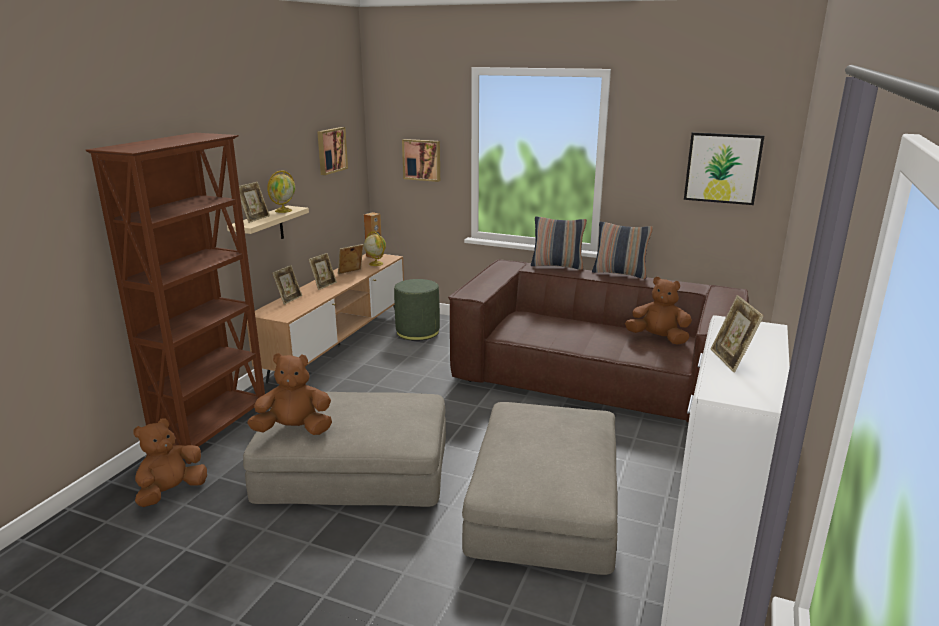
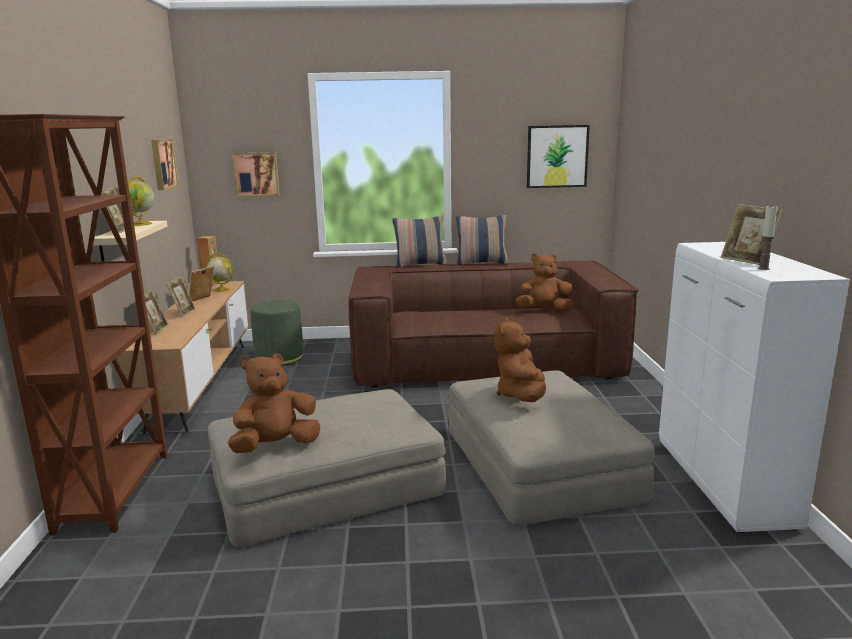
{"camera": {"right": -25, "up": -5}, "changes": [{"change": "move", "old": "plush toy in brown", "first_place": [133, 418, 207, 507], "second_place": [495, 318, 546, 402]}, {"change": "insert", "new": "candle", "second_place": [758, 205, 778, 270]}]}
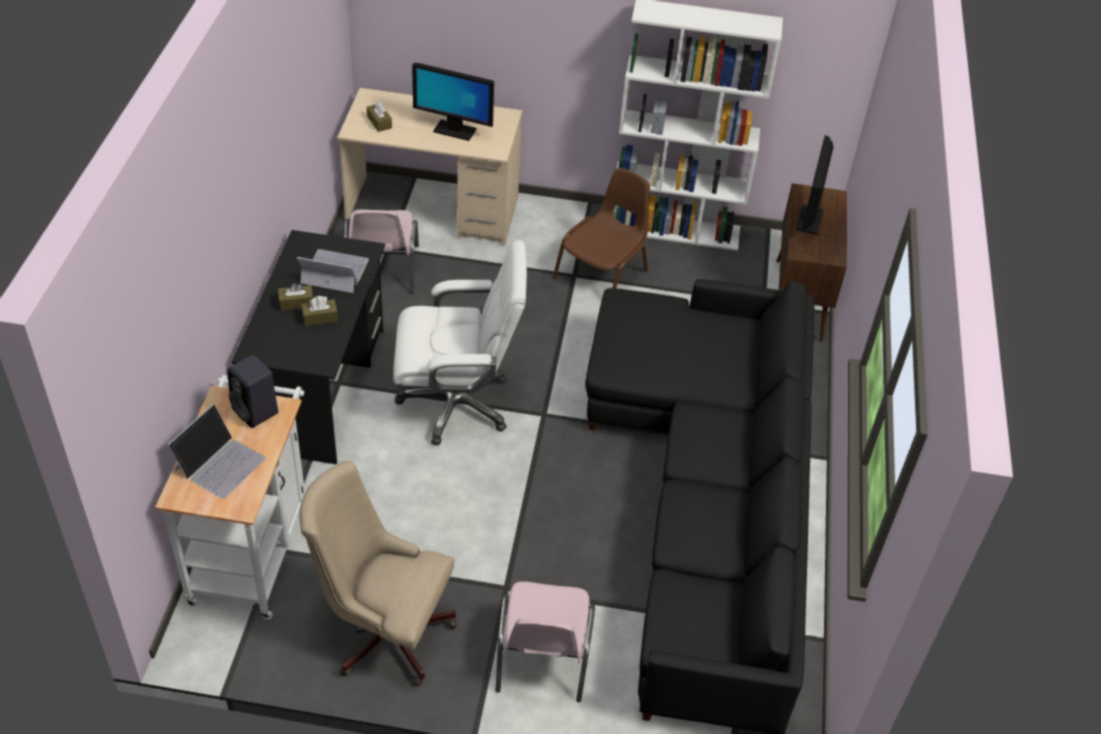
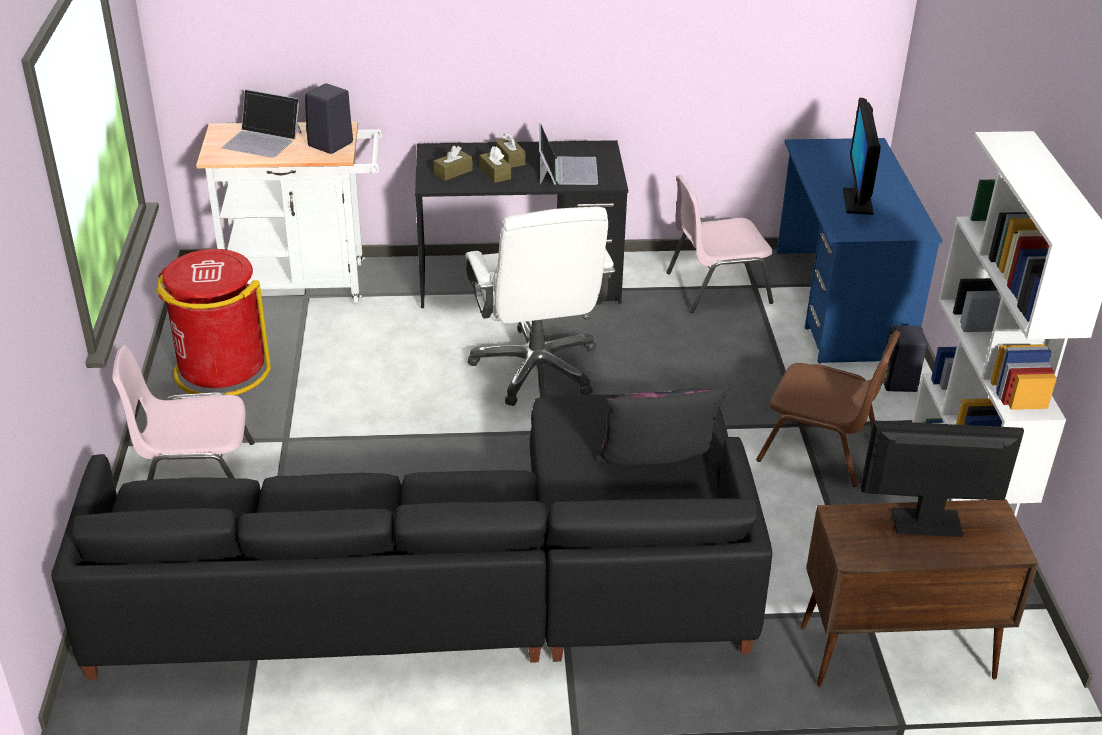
{"camera": {"right": 80, "up": -10}, "changes": [{"change": "recolor", "old": "desk in beige", "new": "desk in blue", "first_place": [337, 88, 522, 245], "second_place": [777, 138, 942, 363]}, {"change": "move", "old": "tissue box in brown", "first_place": [367, 101, 392, 132], "second_place": [434, 146, 473, 181]}, {"change": "replace", "old": "office chair in beige", "new": "trash can in red", "first_place": [299, 461, 457, 686], "second_place": [156, 249, 271, 395]}, {"change": "insert", "new": "speaker in black", "second_place": [881, 325, 927, 392]}, {"change": "insert", "new": "pillow", "second_place": [595, 387, 728, 465]}]}
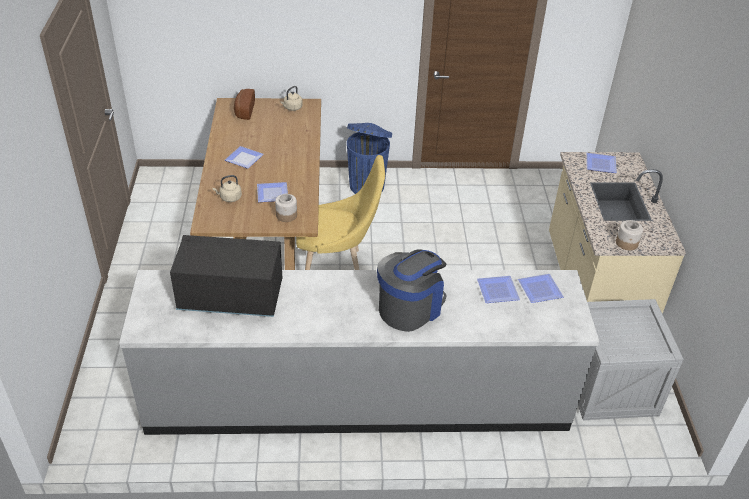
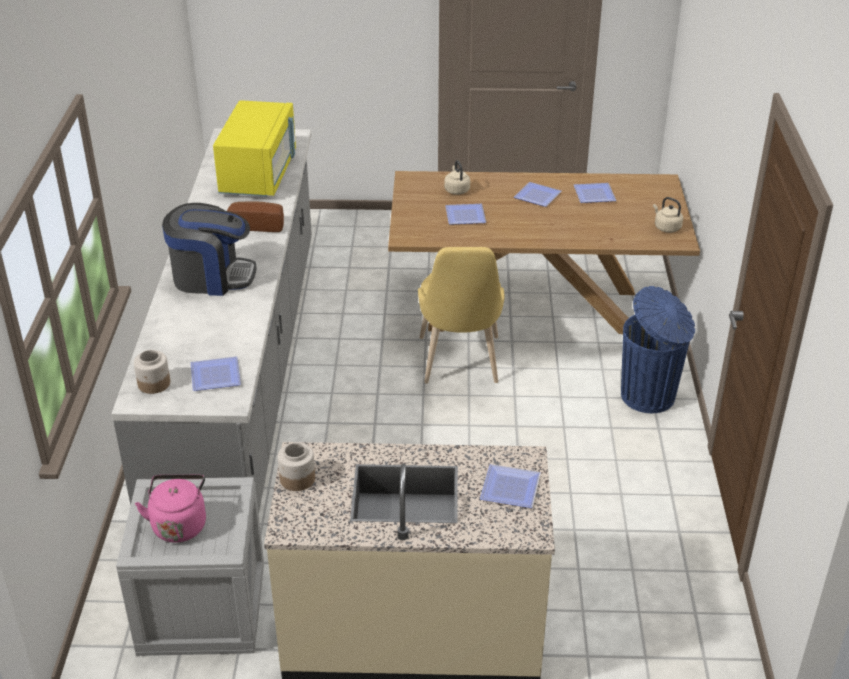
{"camera": {"right": 95, "up": -5}, "changes": [{"change": "move", "old": "bread", "first_place": [234, 89, 255, 120], "second_place": [227, 201, 284, 232]}, {"change": "move", "old": "jar", "first_place": [275, 194, 297, 222], "second_place": [134, 350, 170, 394]}, {"change": "recolor", "old": "microwave in black", "new": "microwave in yellow", "first_place": [170, 235, 282, 317], "second_place": [213, 100, 296, 196]}, {"change": "rotate", "old": "coffee machine", "first_place": [377, 249, 447, 332], "second_place": [162, 203, 257, 296], "degrees": -45}, {"change": "move", "old": "plate", "first_place": [477, 276, 520, 303], "second_place": [574, 183, 616, 203]}, {"change": "insert", "new": "kettle in pink", "second_place": [135, 475, 206, 543]}]}
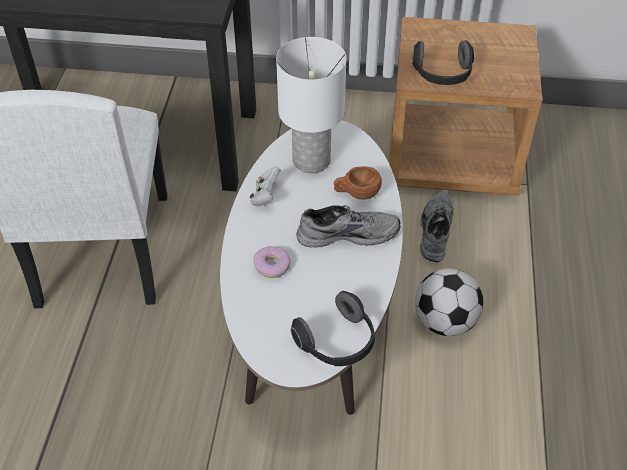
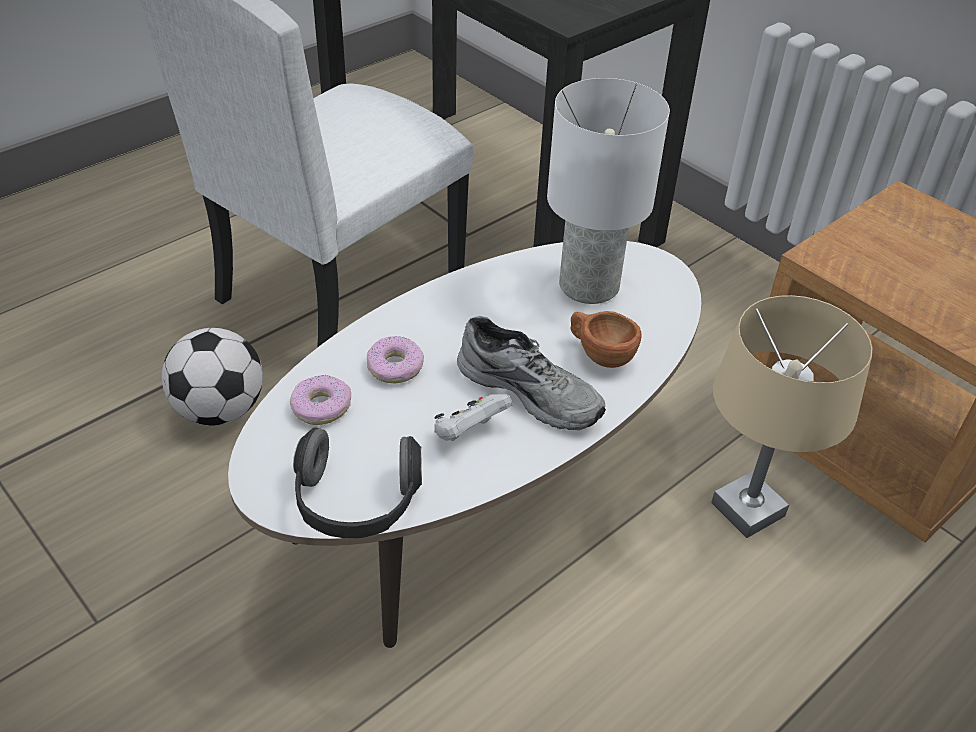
{"camera": {"right": 40, "up": -5}, "changes": [{"change": "delete", "old": "headphones", "first_place": [412, 40, 474, 85]}, {"change": "move", "old": "game controller in white", "first_place": [250, 166, 281, 206], "second_place": [434, 394, 513, 441]}, {"change": "replace", "old": "shoe in grey", "new": "table lamp in beige", "first_place": [420, 192, 454, 262], "second_place": [711, 295, 873, 538]}, {"change": "move", "old": "football", "first_place": [415, 268, 483, 336], "second_place": [162, 328, 263, 426]}, {"change": "insert", "new": "donut", "second_place": [290, 375, 351, 425]}]}
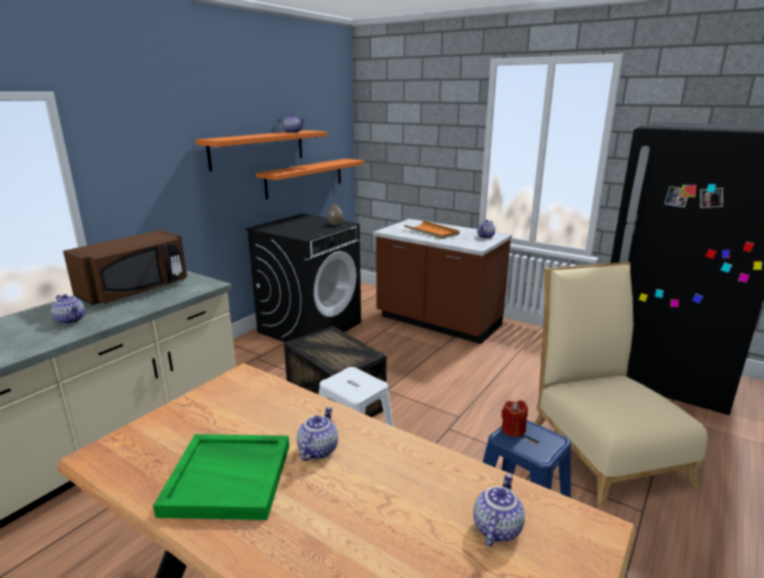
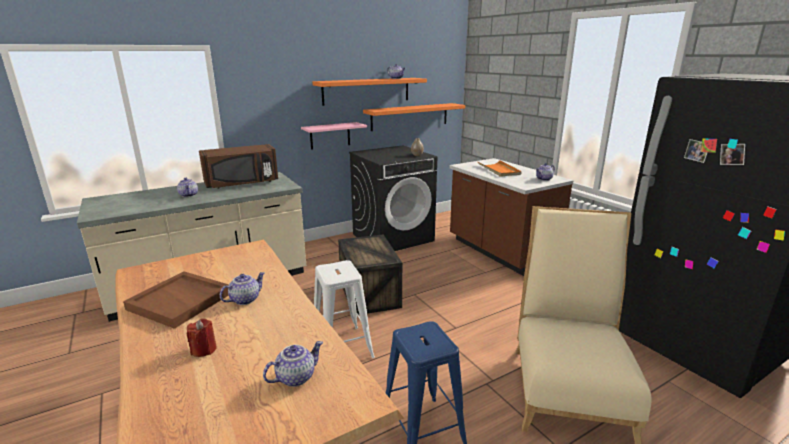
{"camera": {"right": 25, "up": 0}, "changes": [{"change": "move", "old": "candle in red", "first_place": [501, 400, 528, 437], "second_place": [187, 318, 217, 357]}, {"change": "recolor", "old": "tray in green", "new": "tray in brown", "first_place": [153, 434, 289, 520], "second_place": [123, 271, 229, 329]}, {"change": "insert", "new": "shelf in pink", "second_place": [301, 122, 367, 150]}]}
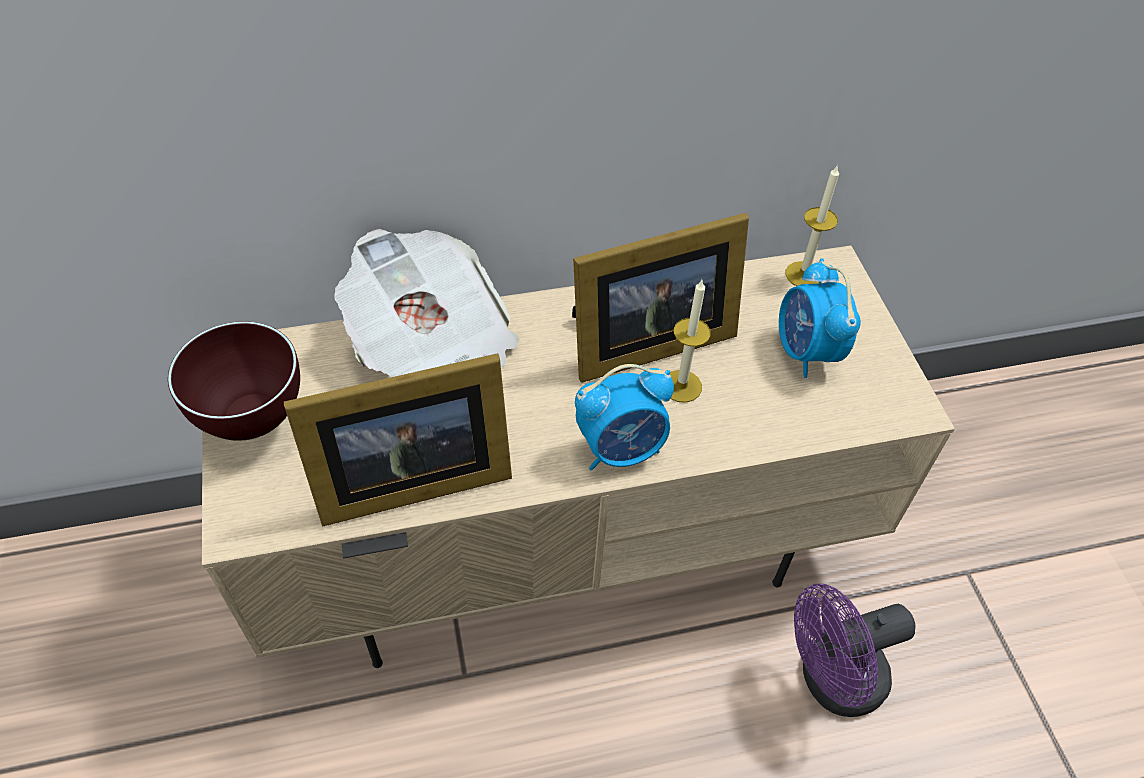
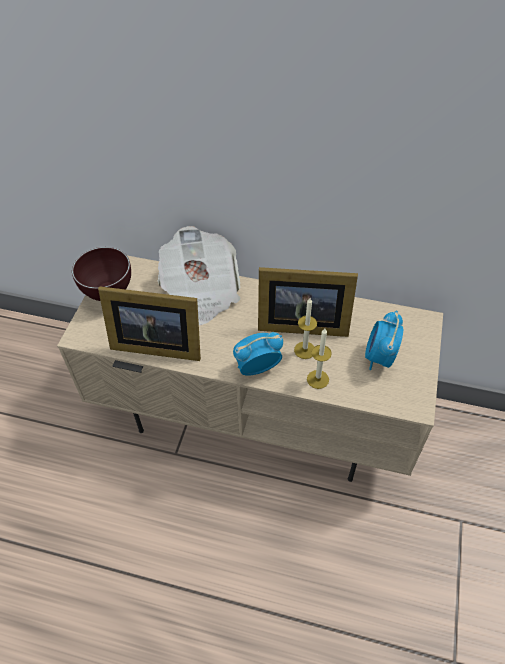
{"camera": {"right": 30, "up": 0}, "changes": [{"change": "move", "old": "candle", "first_place": [785, 166, 839, 286], "second_place": [307, 328, 332, 389]}, {"change": "rotate", "old": "alarm clock", "first_place": [575, 364, 674, 470], "second_place": [233, 332, 283, 376], "degrees": 150}, {"change": "delete", "old": "fan in purple", "first_place": [794, 584, 916, 717]}]}
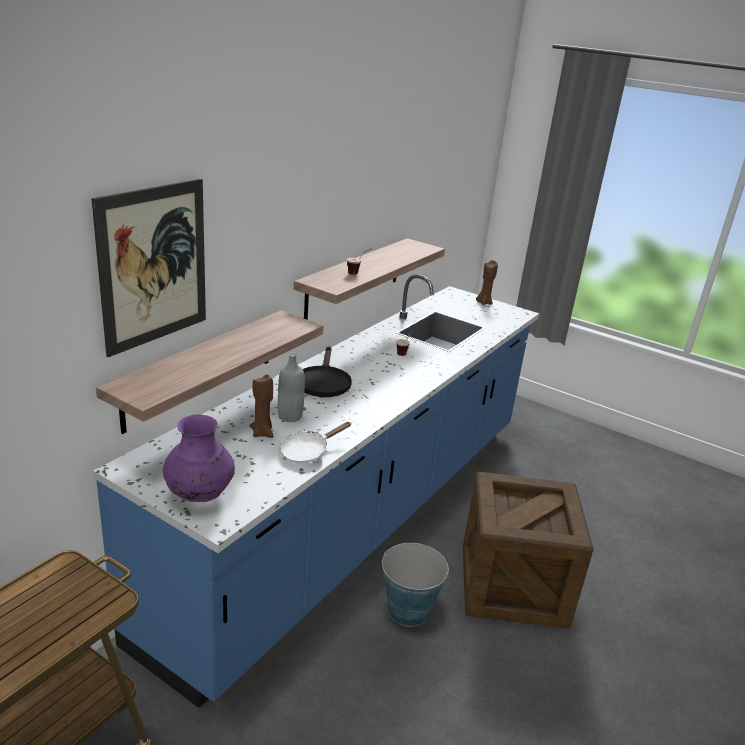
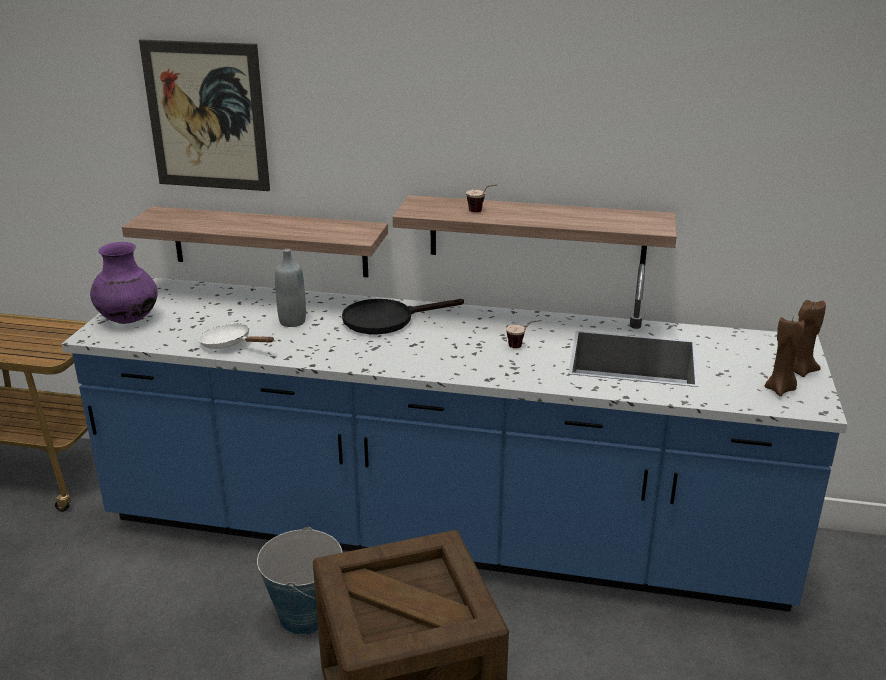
{"camera": {"right": 70, "up": 0}, "changes": [{"change": "move", "old": "candle in brown", "first_place": [250, 374, 274, 438], "second_place": [765, 317, 805, 396]}]}
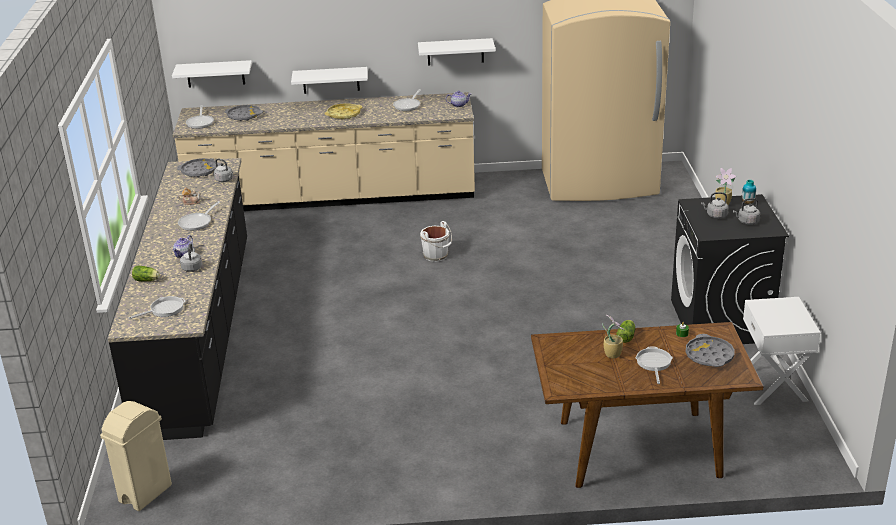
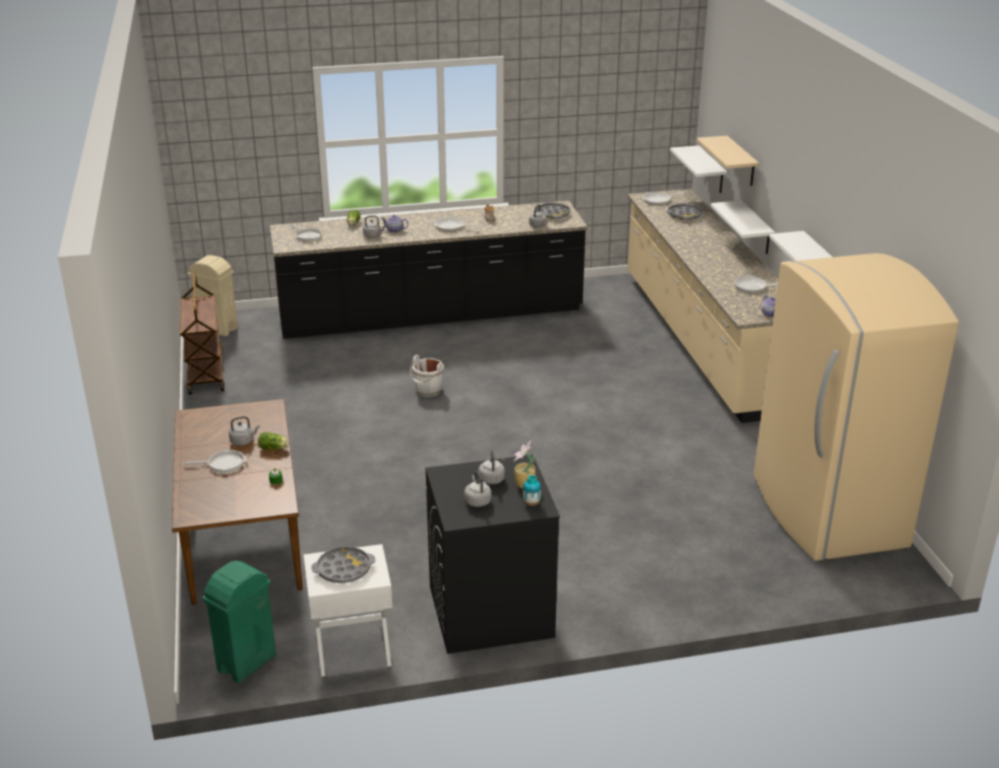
{"camera": {"right": 80, "up": 0}, "changes": [{"change": "delete", "old": "tray in yellow", "first_place": [324, 103, 362, 120]}, {"change": "move", "old": "bucket in white", "first_place": [420, 221, 452, 262], "second_place": [410, 355, 444, 397]}, {"change": "replace", "old": "potted plant", "new": "kettle in grey", "first_place": [603, 315, 625, 358], "second_place": [229, 416, 260, 446]}, {"change": "move", "old": "tray in grey", "first_place": [685, 334, 735, 367], "second_place": [311, 546, 375, 583]}, {"change": "insert", "new": "shelf in beige", "second_place": [697, 136, 759, 186]}, {"change": "insert", "new": "cart in brown", "second_place": [180, 273, 225, 395]}, {"change": "insert", "new": "trash can in green", "second_place": [202, 561, 276, 683]}]}
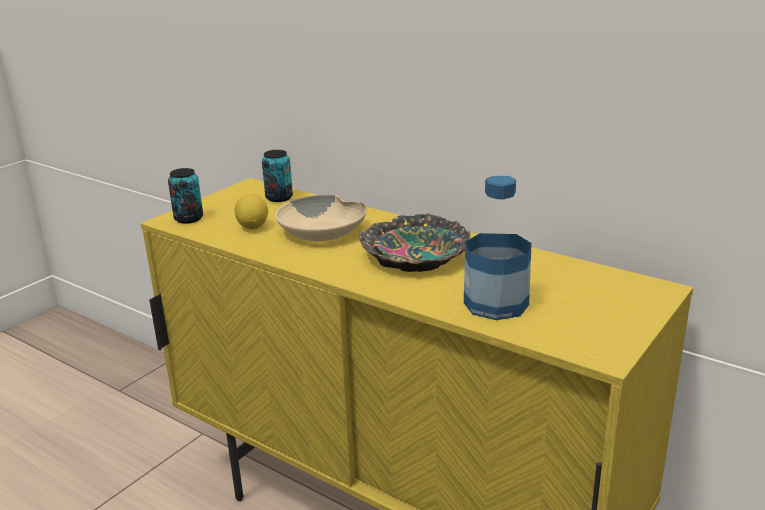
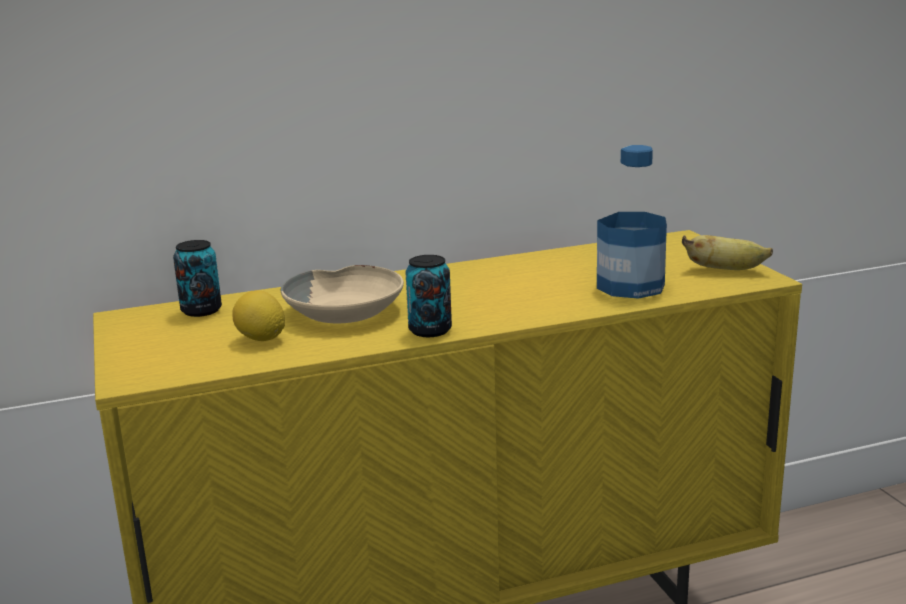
{"camera": {"right": -55, "up": -5}, "changes": [{"change": "move", "old": "can", "first_place": [168, 168, 203, 224], "second_place": [405, 255, 452, 337]}, {"change": "delete", "old": "bowl", "first_place": [359, 213, 471, 272]}, {"change": "insert", "new": "banana", "second_place": [682, 235, 773, 270]}]}
